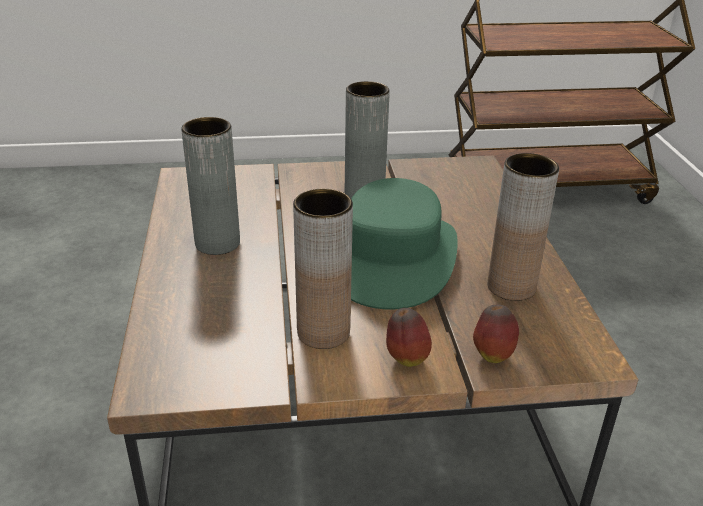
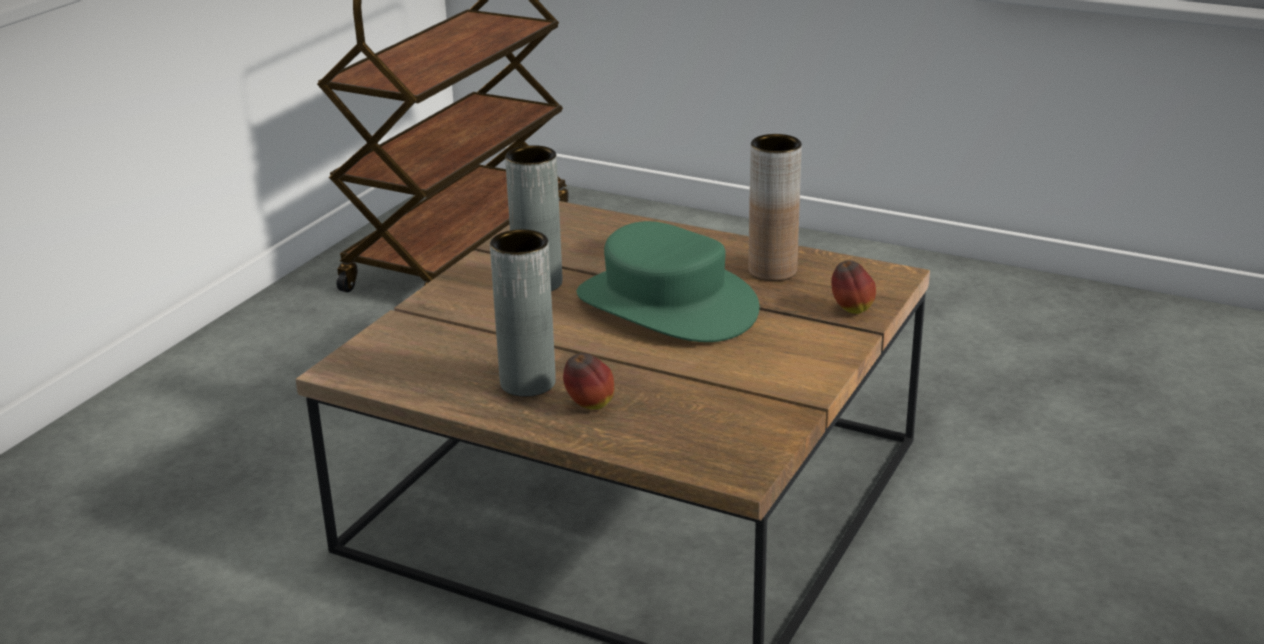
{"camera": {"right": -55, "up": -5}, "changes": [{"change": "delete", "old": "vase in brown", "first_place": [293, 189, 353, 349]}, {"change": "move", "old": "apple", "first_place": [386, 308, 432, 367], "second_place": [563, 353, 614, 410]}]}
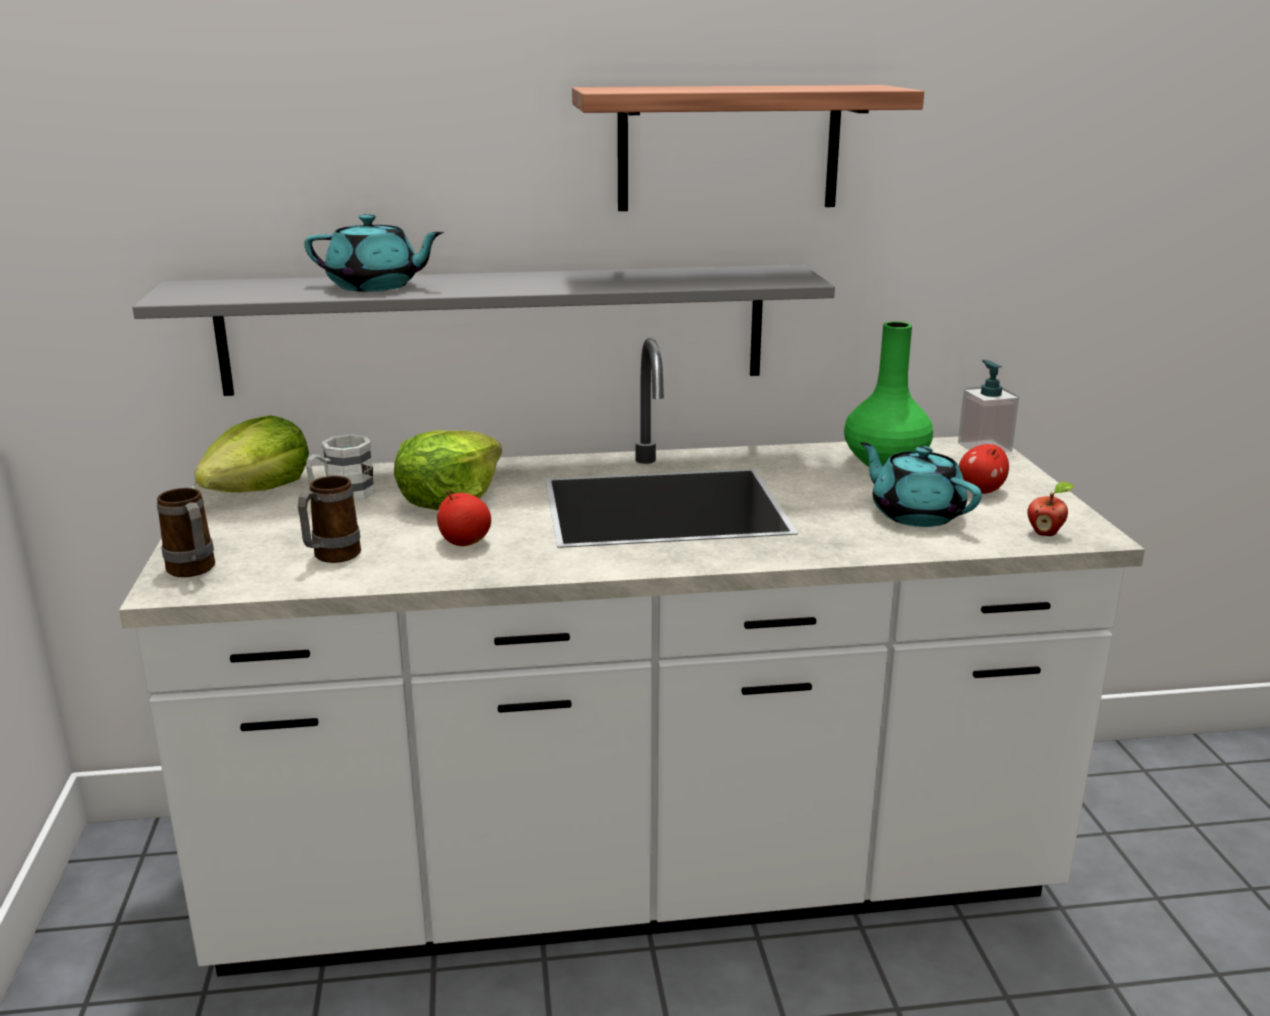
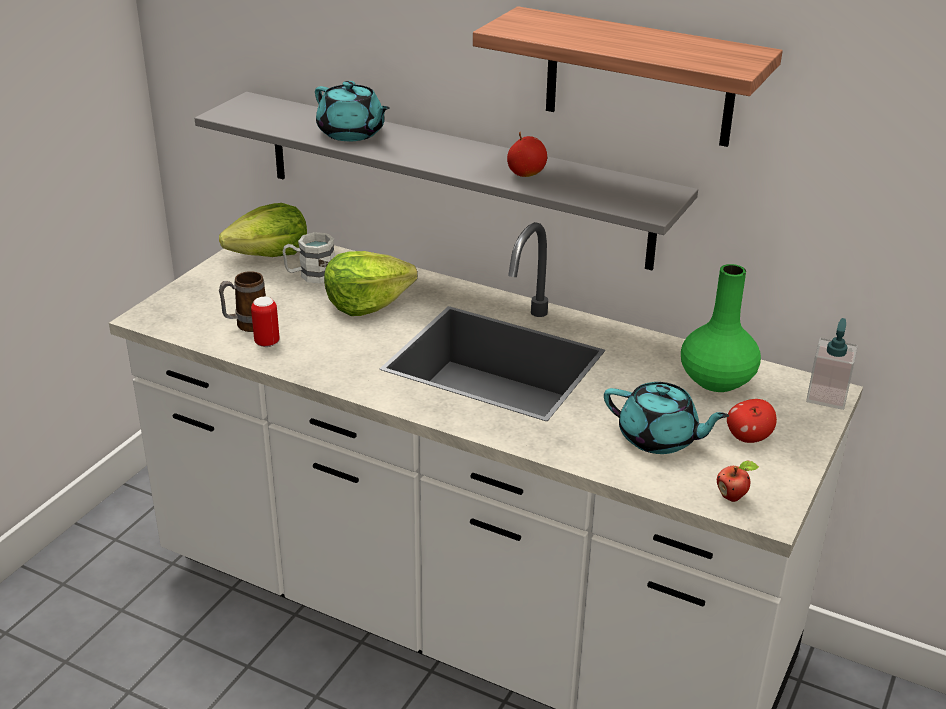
{"camera": {"right": 35, "up": 10}, "changes": [{"change": "rotate", "old": "teapot in turquoise", "first_place": [861, 442, 982, 527], "second_place": [604, 382, 729, 454], "degrees": 120}, {"change": "delete", "old": "mug", "first_place": [157, 488, 215, 577]}, {"change": "move", "old": "apple", "first_place": [437, 490, 491, 546], "second_place": [507, 132, 547, 177]}, {"change": "insert", "new": "can", "second_place": [251, 297, 280, 347]}]}
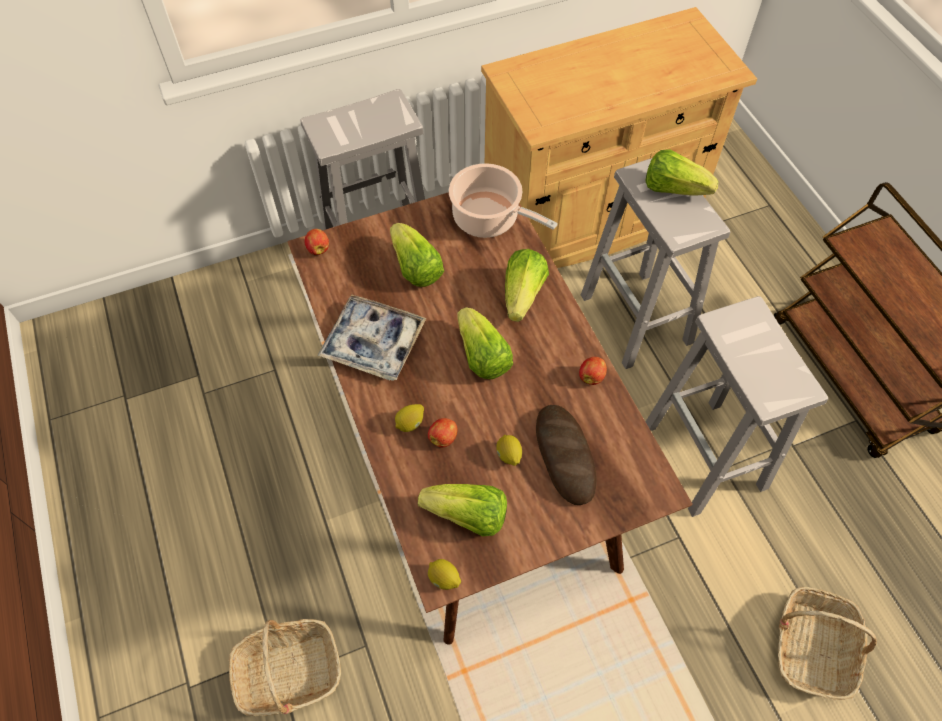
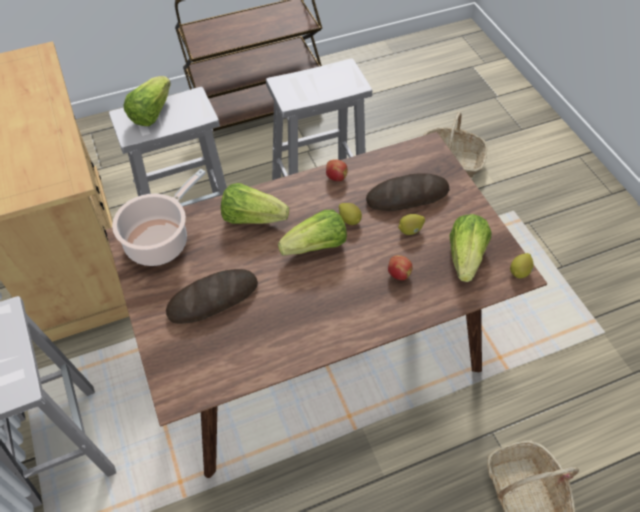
{"camera": {"right": -90, "up": -5}, "changes": [{"change": "replace", "old": "lettuce", "new": "bread", "first_place": [390, 223, 444, 287], "second_place": [166, 269, 258, 324]}, {"change": "delete", "old": "apple", "first_place": [305, 229, 329, 255]}, {"change": "delete", "old": "tray", "first_place": [318, 295, 427, 381]}, {"change": "move", "old": "lemon", "first_place": [395, 404, 424, 432], "second_place": [339, 203, 362, 225]}]}
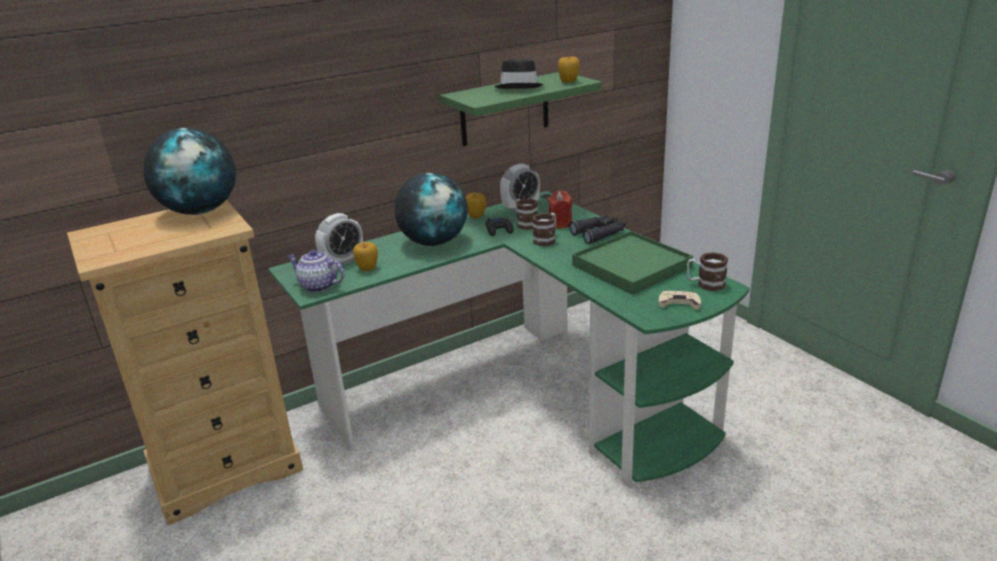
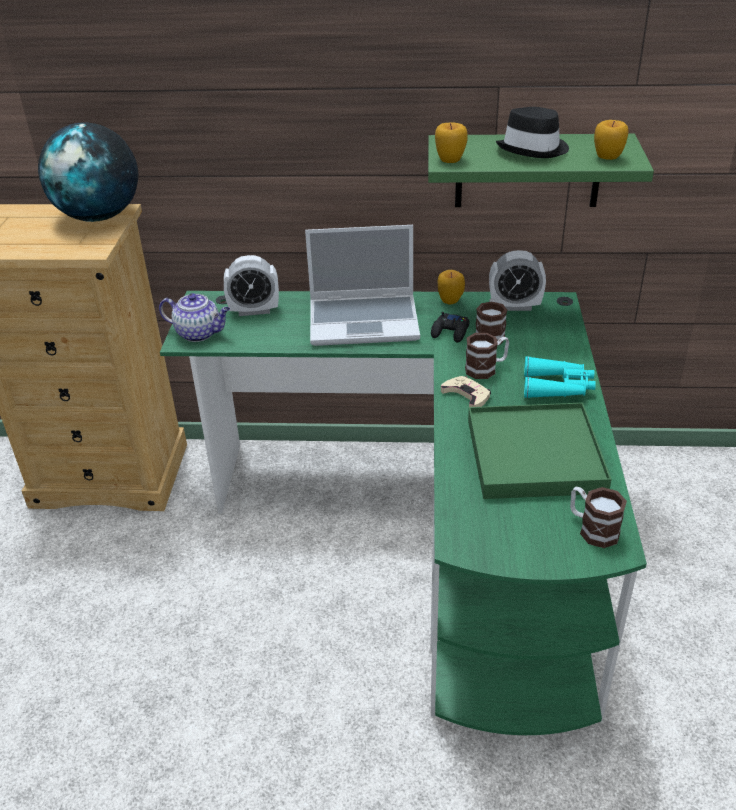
{"camera": {"right": 35, "up": 10}, "changes": [{"change": "replace", "old": "globe", "new": "laptop", "first_place": [394, 172, 468, 246], "second_place": [305, 225, 420, 346]}, {"change": "delete", "old": "candle in red", "first_place": [548, 190, 572, 229]}, {"change": "recolor", "old": "binoculars in black", "new": "binoculars in turquoise", "first_place": [569, 215, 626, 244], "second_place": [524, 356, 596, 398]}, {"change": "move", "old": "apple", "first_place": [353, 242, 378, 271], "second_place": [435, 122, 468, 163]}, {"change": "rotate", "old": "teapot", "first_place": [287, 250, 344, 293], "second_place": [159, 293, 230, 342], "degrees": 135}, {"change": "move", "old": "game controller in beige", "first_place": [658, 291, 701, 310], "second_place": [441, 376, 491, 407]}]}
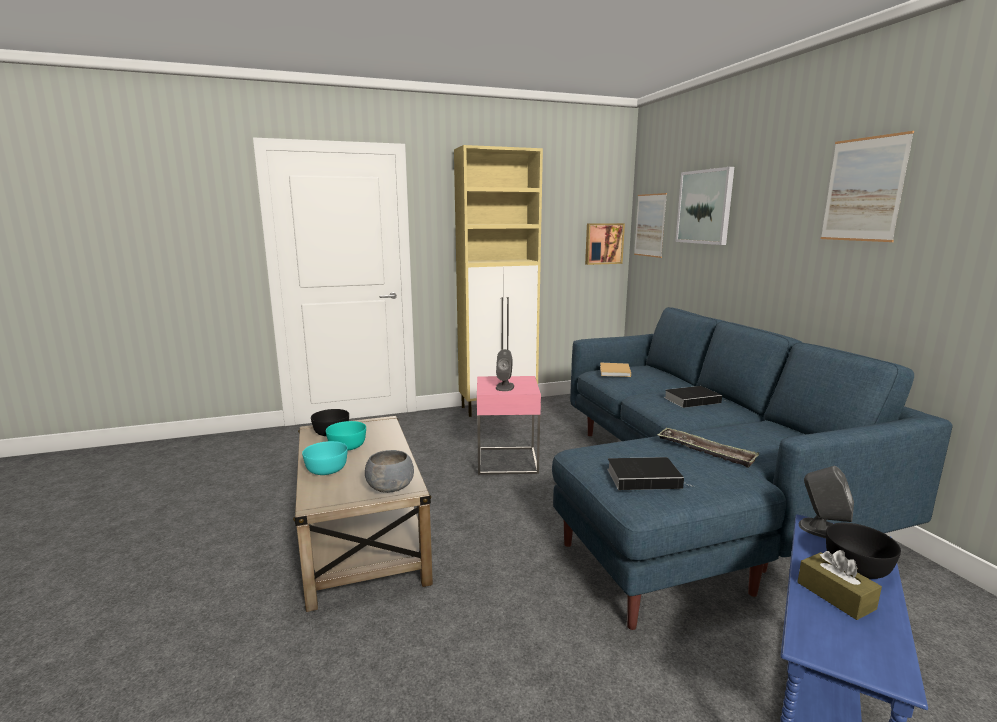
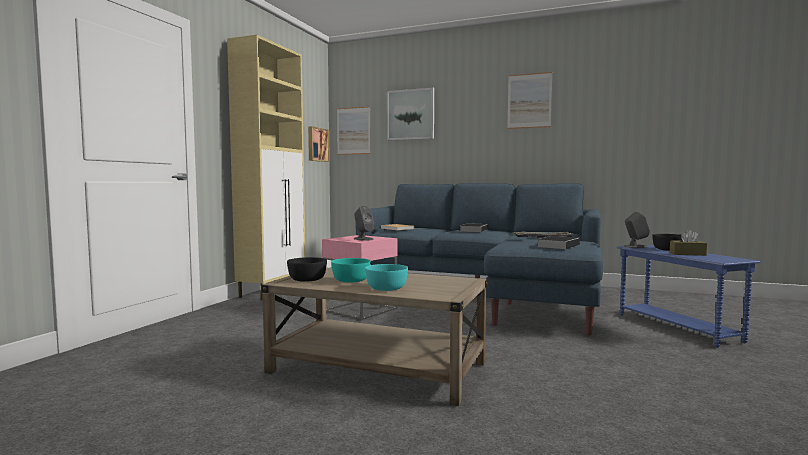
{"camera": {"right": -50, "up": -10}, "changes": [{"change": "delete", "old": "bowl in grey", "first_place": [365, 450, 414, 493]}]}
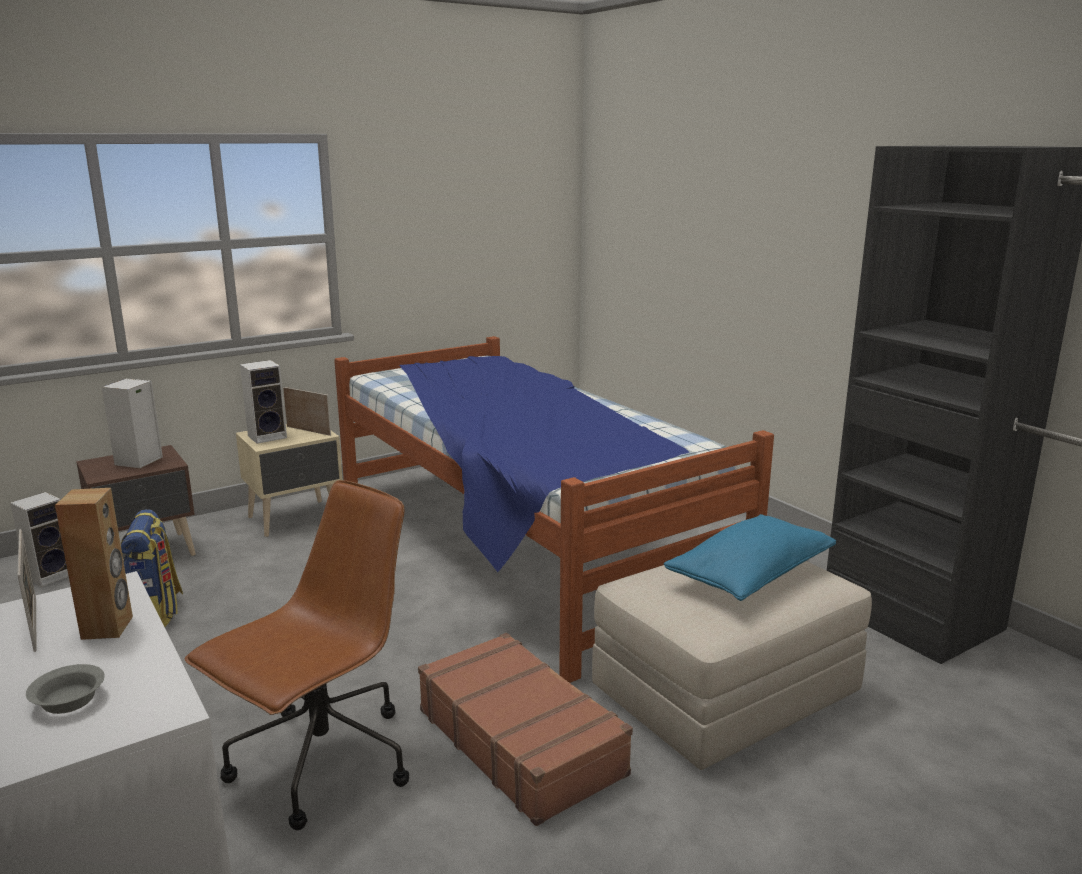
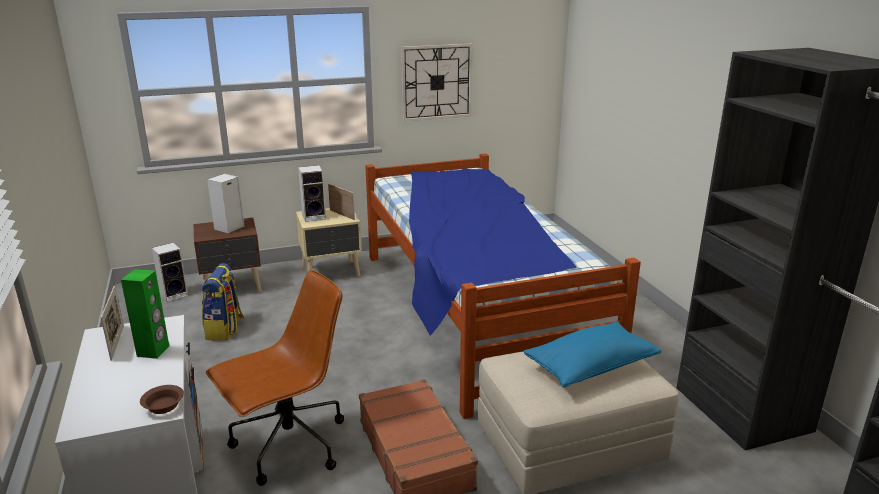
{"camera": {"right": 15, "up": 5}, "changes": [{"change": "recolor", "old": "speaker in brown", "new": "speaker in green", "first_place": [55, 488, 133, 640], "second_place": [121, 269, 169, 359]}, {"change": "delete", "old": "bowl in grey", "first_place": [26, 664, 105, 714]}, {"change": "insert", "new": "wall clock", "second_place": [401, 44, 473, 122]}, {"change": "insert", "new": "bowl in brown", "second_place": [140, 385, 184, 414]}]}
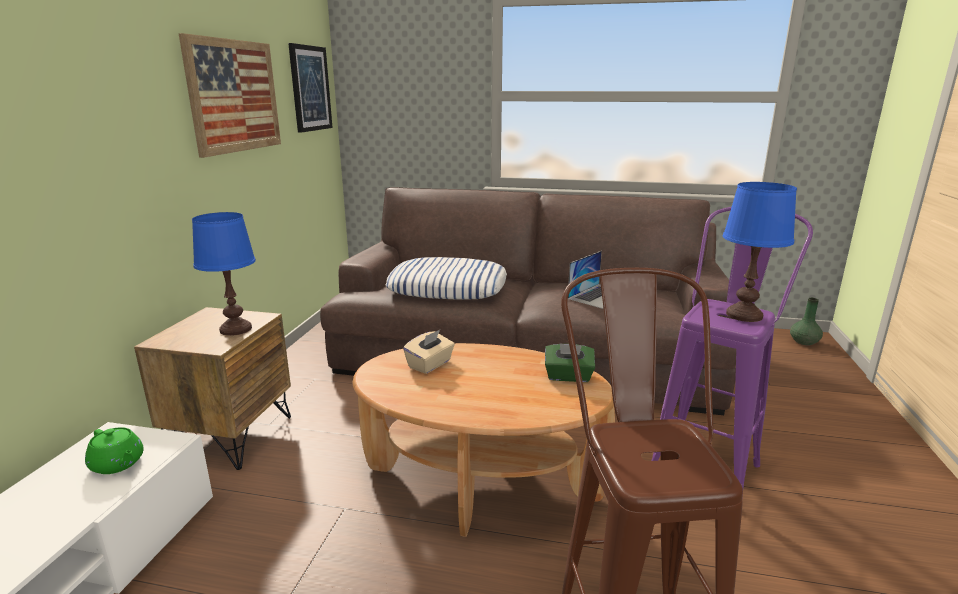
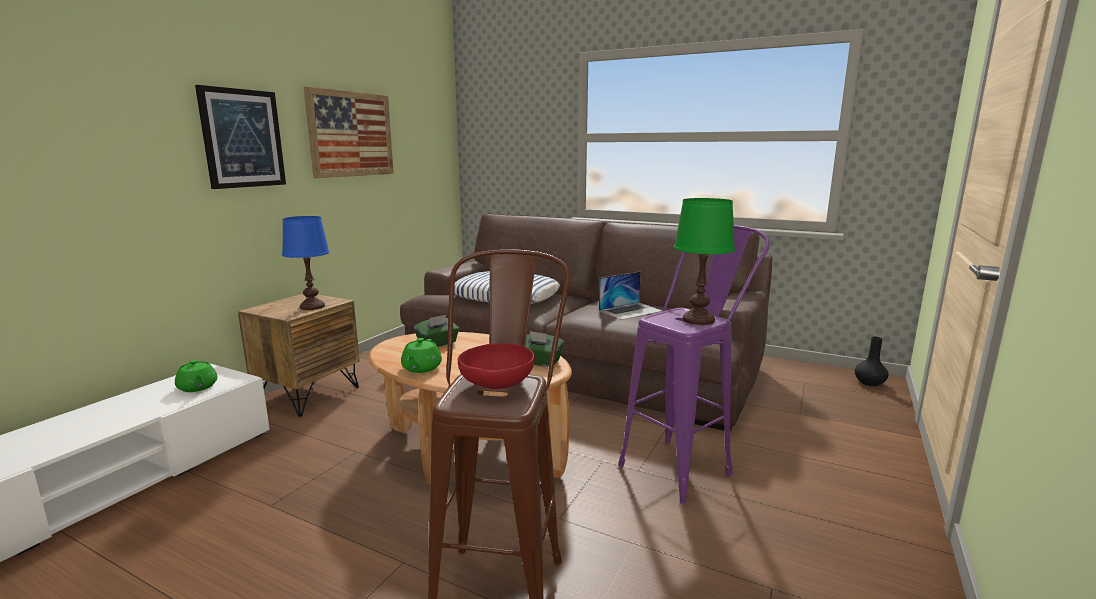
{"camera": {"right": 15, "up": -5}, "changes": [{"change": "move", "old": "picture", "first_place": [288, 43, 333, 133], "second_place": [195, 85, 286, 189]}, {"change": "recolor", "old": "table lamp in blue", "new": "table lamp in green", "first_place": [723, 182, 797, 322], "second_place": [674, 198, 735, 325]}, {"change": "recolor", "old": "vase in green", "new": "vase in black", "first_place": [790, 298, 823, 345], "second_place": [854, 337, 889, 386]}, {"change": "recolor", "old": "tissue box in beige", "new": "tissue box in green", "first_place": [403, 330, 455, 374], "second_place": [414, 315, 459, 347]}, {"change": "insert", "new": "teapot in green", "second_place": [401, 338, 442, 373]}, {"change": "insert", "new": "bowl in red", "second_place": [458, 343, 535, 389]}]}
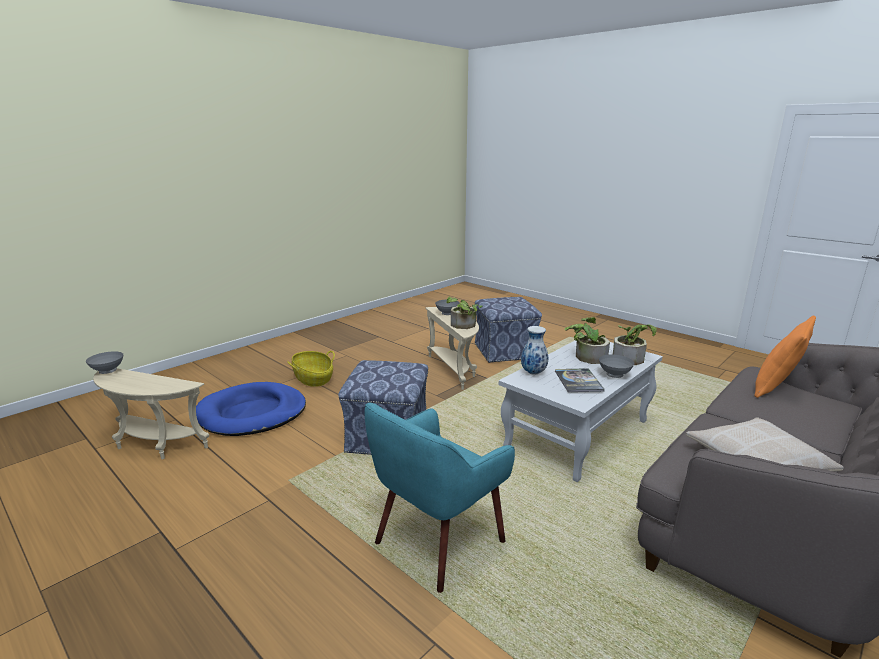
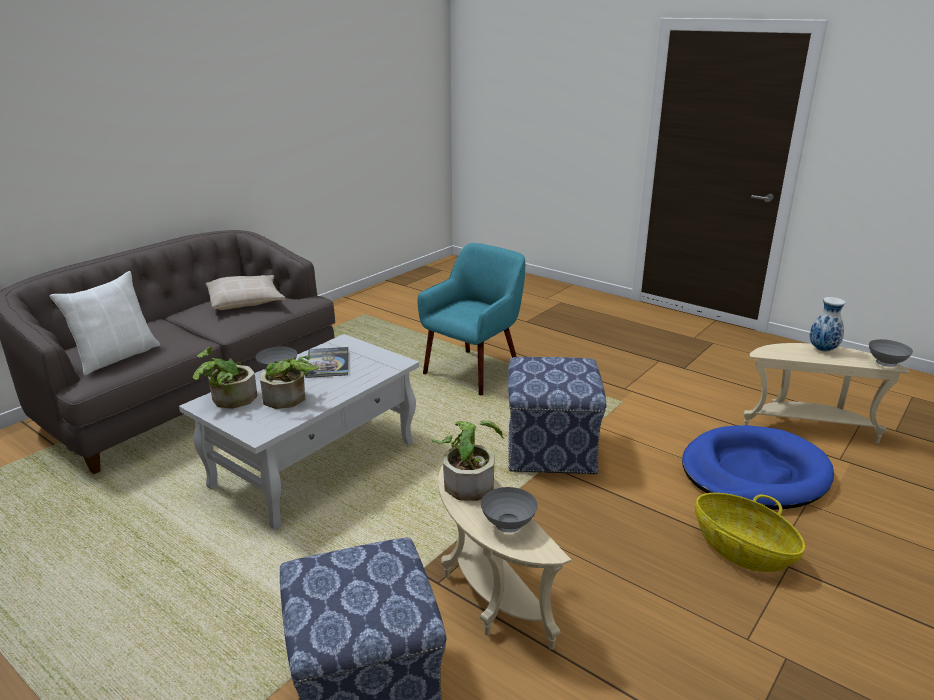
{"camera": {"right": 175, "up": 5}, "changes": [{"change": "recolor", "old": "pillow in orange", "new": "pillow in white", "first_place": [754, 315, 816, 398], "second_place": [50, 271, 160, 376]}, {"change": "move", "old": "vase", "first_place": [521, 326, 548, 375], "second_place": [810, 297, 846, 352]}]}
